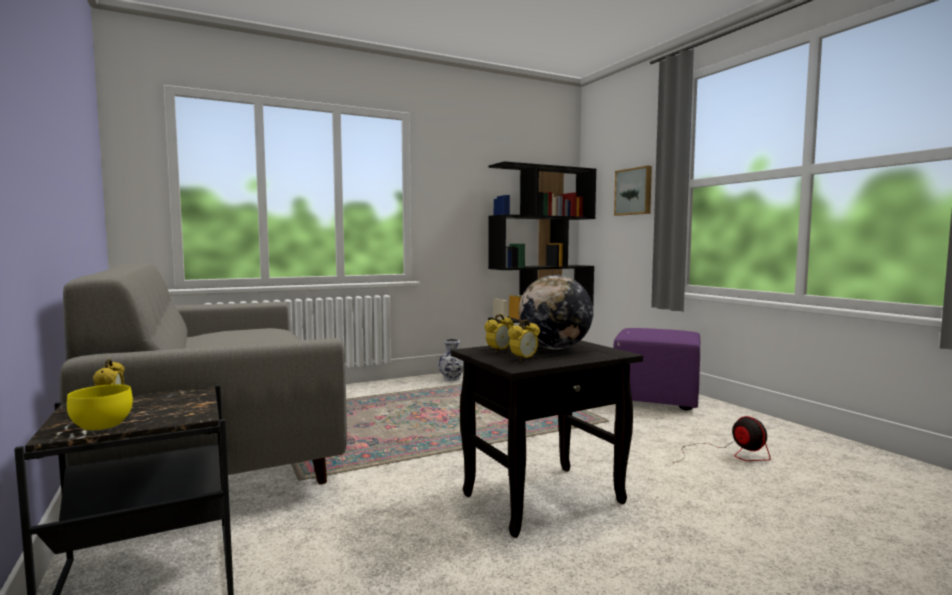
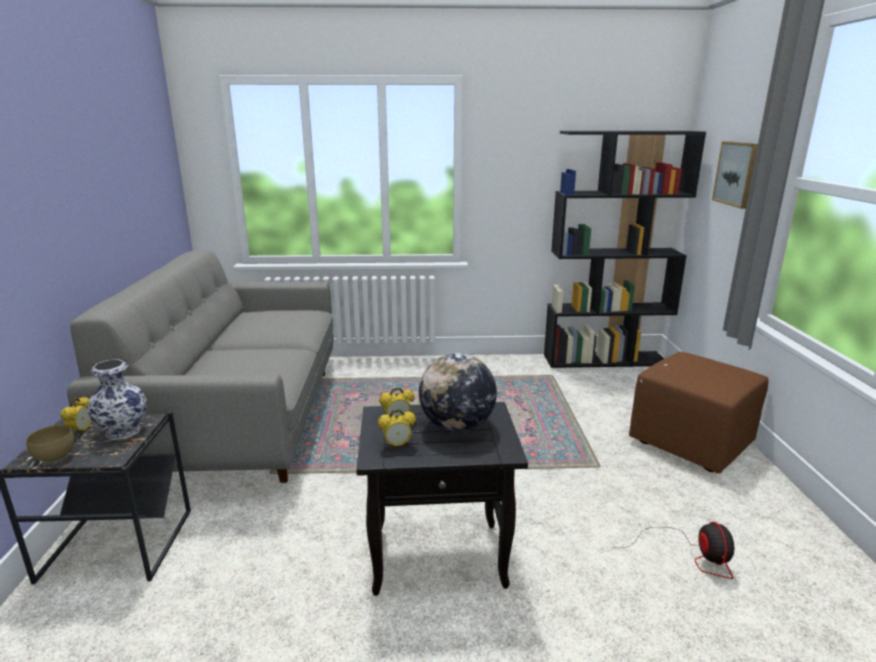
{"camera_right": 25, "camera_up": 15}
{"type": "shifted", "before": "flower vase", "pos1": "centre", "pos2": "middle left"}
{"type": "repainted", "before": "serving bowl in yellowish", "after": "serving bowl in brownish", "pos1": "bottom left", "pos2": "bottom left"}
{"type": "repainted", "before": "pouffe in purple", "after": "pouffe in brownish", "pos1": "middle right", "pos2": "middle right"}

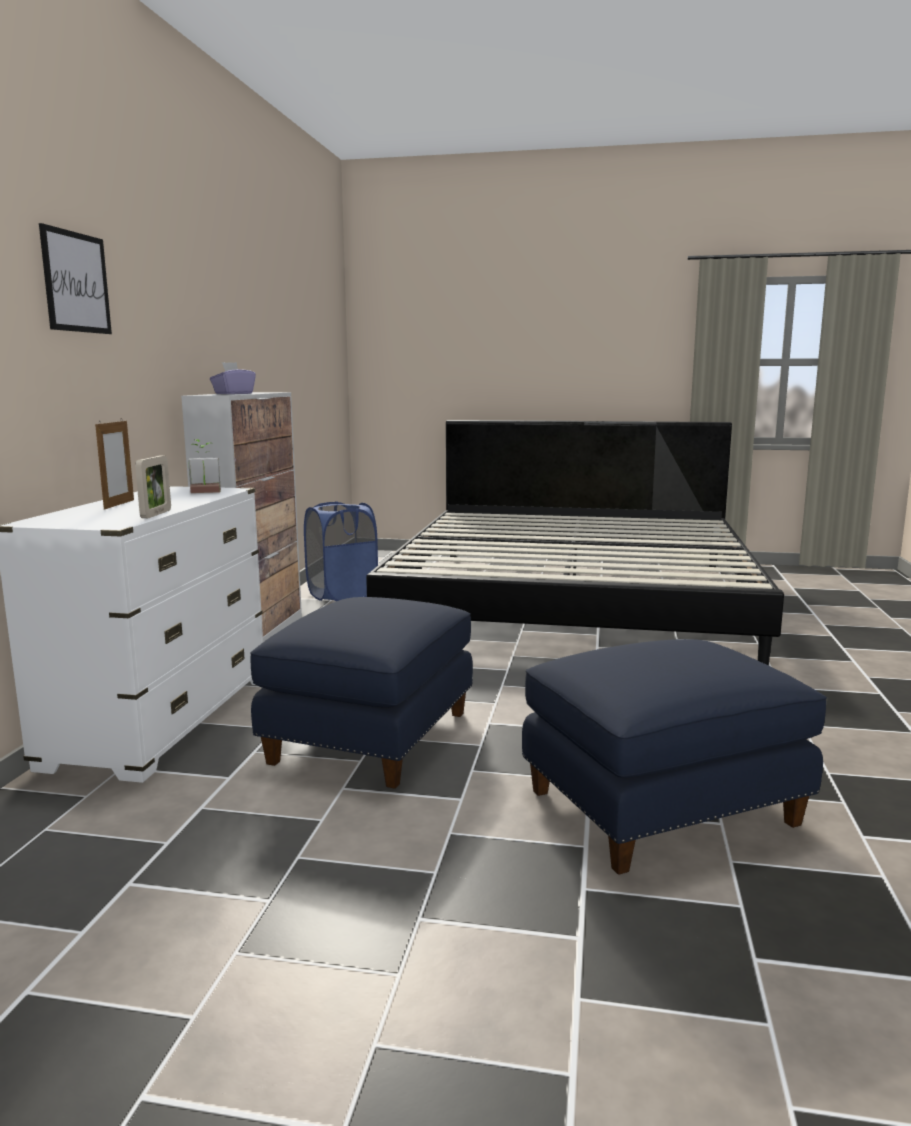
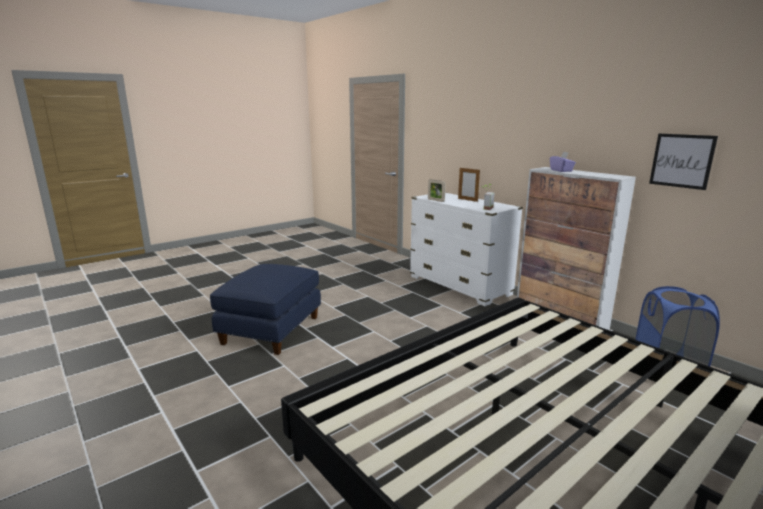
{"camera_right": 130, "camera_up": 5}
{"type": "gone", "before": "pouffe in bluish (no. 1 from left)", "pos1": "centre"}
{"type": "shifted", "before": "wall art", "pos1": "top left", "pos2": "top right"}

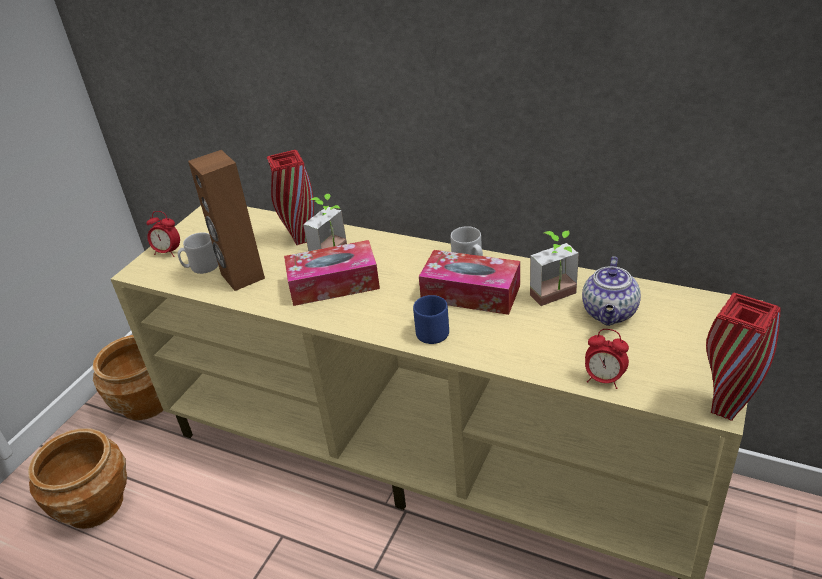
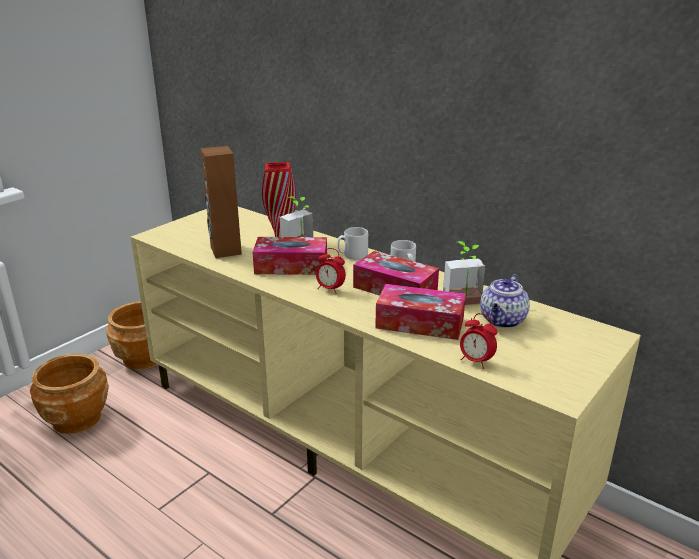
{"camera_right": 10, "camera_up": -10}
{"type": "gone", "before": "tea mug in bluish", "pos1": "centre"}
{"type": "gone", "before": "flower vase in red-coloured (no. 2 from left)", "pos1": "middle right"}
{"type": "new", "after": "box of tissues (no. 3 from left)", "pos2": "centre"}
{"type": "shifted", "before": "table clock (no. 1 from left)", "pos1": "middle left", "pos2": "centre"}
{"type": "shifted", "before": "tea mug in greyish (no. 1 from left)", "pos1": "middle left", "pos2": "centre"}

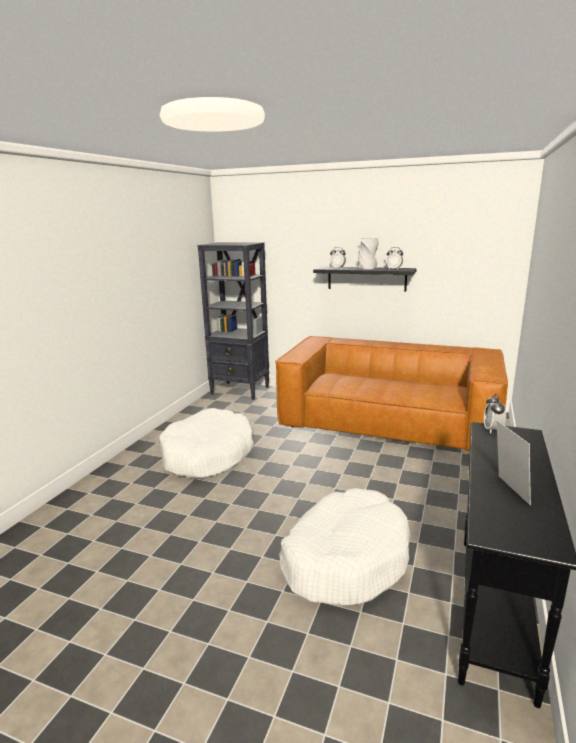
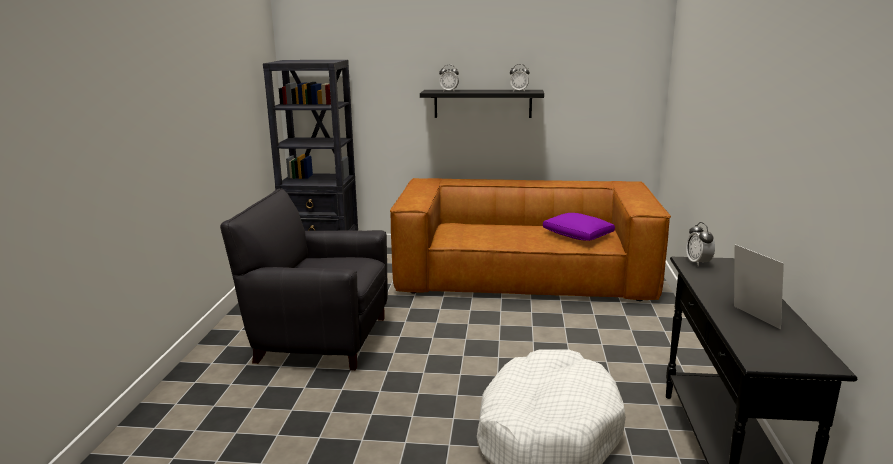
{"camera_right": -15, "camera_up": 0}
{"type": "gone", "before": "flower vase in greyish", "pos1": "centre"}
{"type": "new", "after": "throw pillow in purple", "pos2": "centre"}
{"type": "swapped", "before": "pet bed in whitish (no. 1 from left)", "after": "armchair in black", "pos1": "centre", "pos2": "centre"}

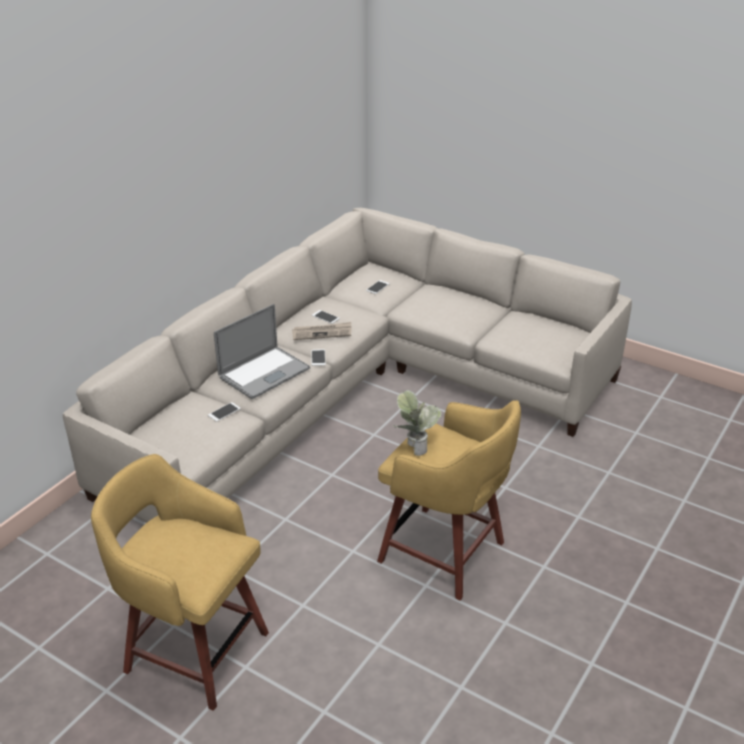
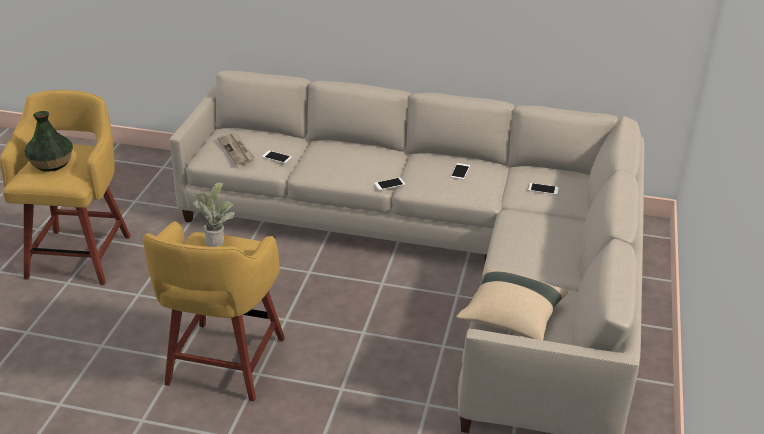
{"camera_right": 70, "camera_up": 0}
{"type": "gone", "before": "notebook computer", "pos1": "centre"}
{"type": "new", "after": "flower vase", "pos2": "top left"}
{"type": "new", "after": "throw pillow in sand-coloured", "pos2": "bottom right"}
{"type": "shifted", "before": "daily paper", "pos1": "centre", "pos2": "middle left"}

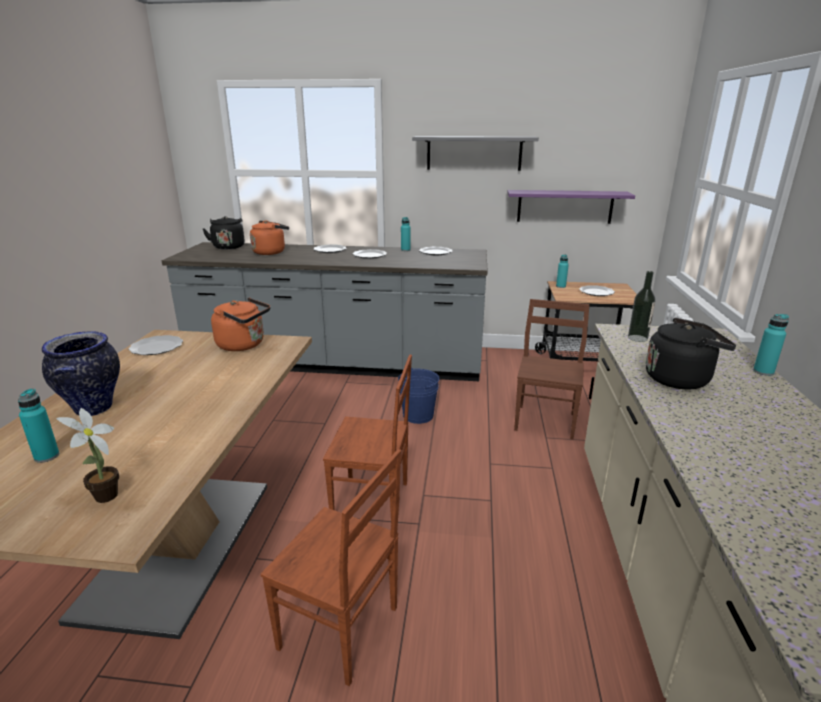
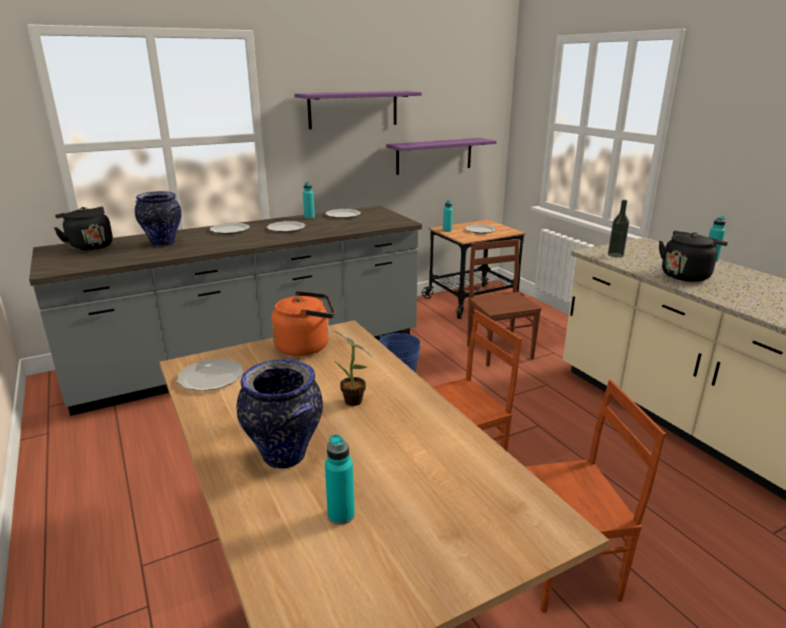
{"camera_right": -35, "camera_up": 0}
{"type": "shifted", "before": "plant in a pot", "pos1": "middle left", "pos2": "centre"}
{"type": "swapped", "before": "water kettle in orange (no. 2 from left)", "after": "flower vase (no. 1 from left)", "pos1": "middle left", "pos2": "middle left"}
{"type": "repainted", "before": "wall shelf in greyish", "after": "wall shelf in purple (no. 1 from left)", "pos1": "top centre", "pos2": "top centre"}

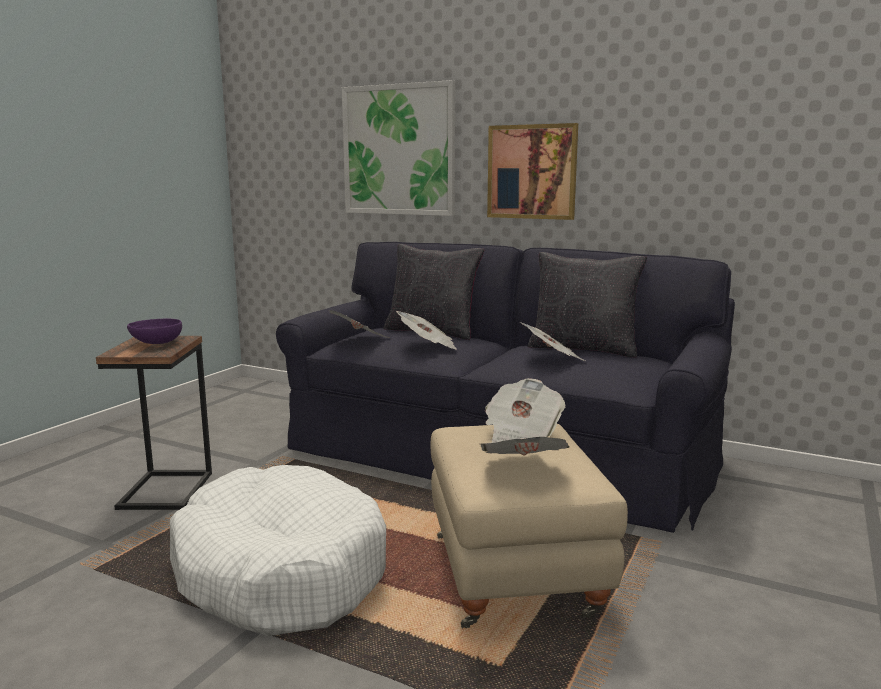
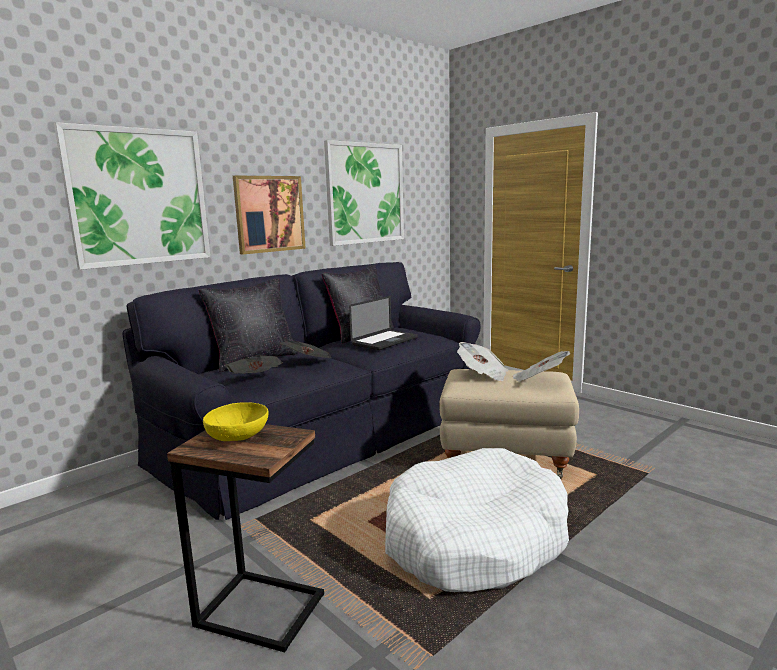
{"camera_right": -70, "camera_up": 0}
{"type": "new", "after": "wall art (no. 3 from left)", "pos2": "top centre"}
{"type": "swapped", "before": "daily paper (no. 5 from left)", "after": "notebook computer", "pos1": "centre", "pos2": "centre"}
{"type": "repainted", "before": "serving bowl in purple", "after": "serving bowl in yellowish", "pos1": "middle left", "pos2": "middle left"}

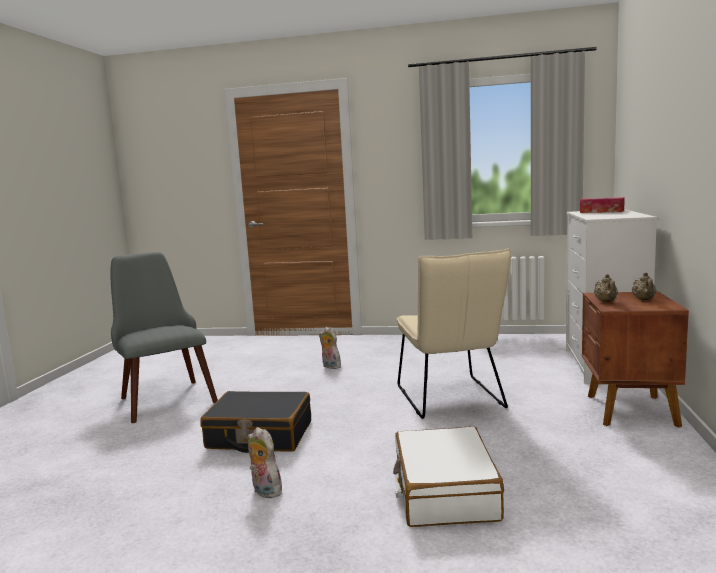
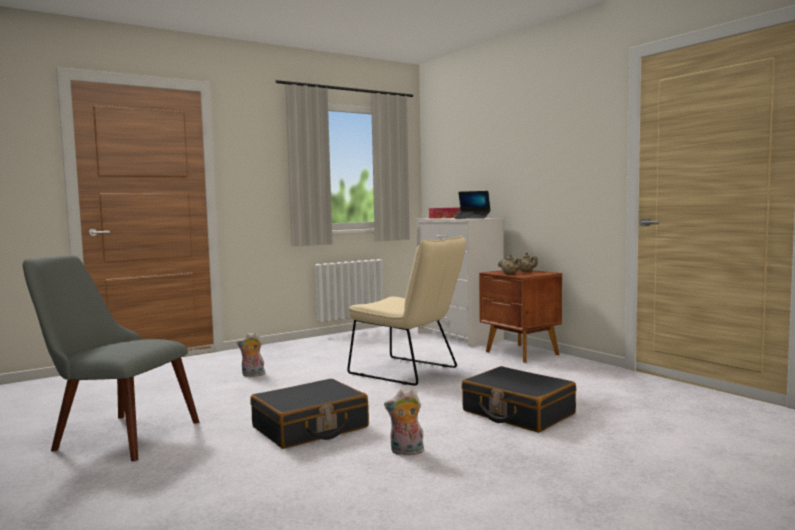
{"camera_right": -45, "camera_up": -5}
{"type": "new", "after": "notebook computer", "pos2": "centre"}
{"type": "repainted", "before": "suitcase in whitish", "after": "suitcase in black (no. 2 from left)", "pos1": "bottom centre", "pos2": "bottom centre"}

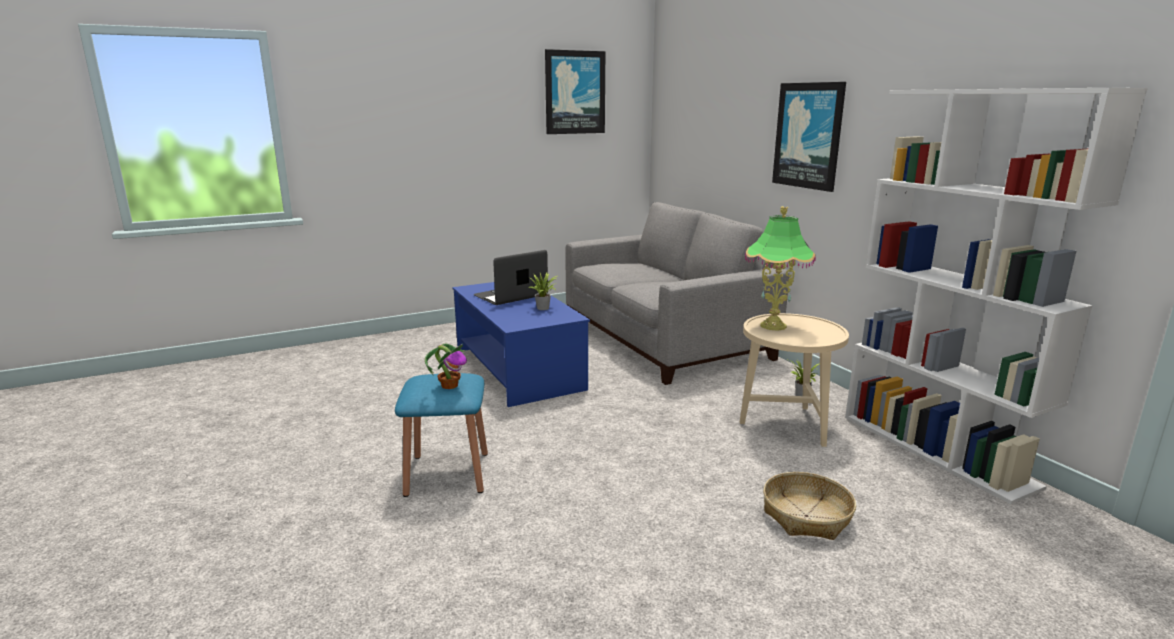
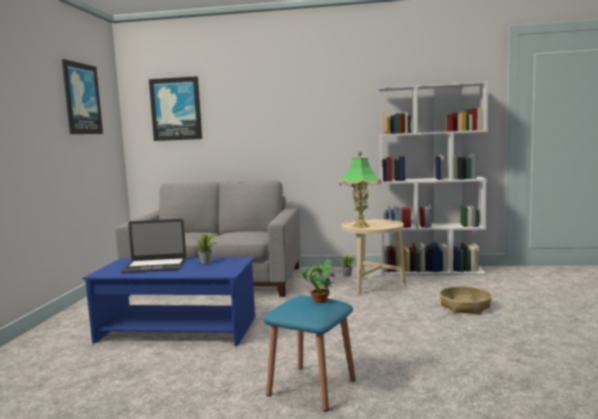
{"camera_right": -55, "camera_up": -10}
{"type": "shifted", "before": "wall art (no. 2 from left)", "pos1": "top right", "pos2": "top left"}
{"type": "rotated", "before": "notebook computer", "pos1": "centre", "pos2": "middle left", "turn": -90}

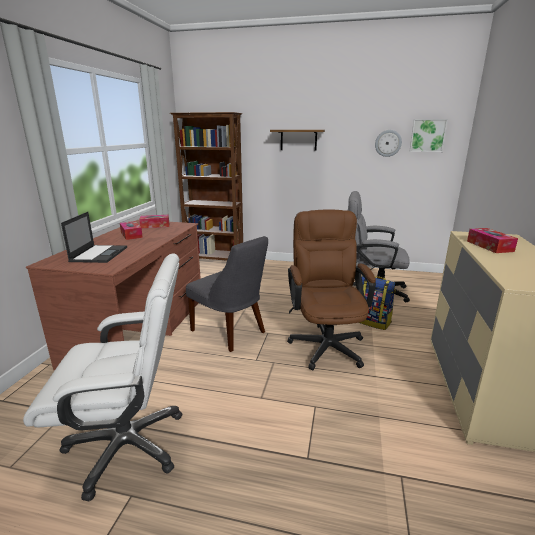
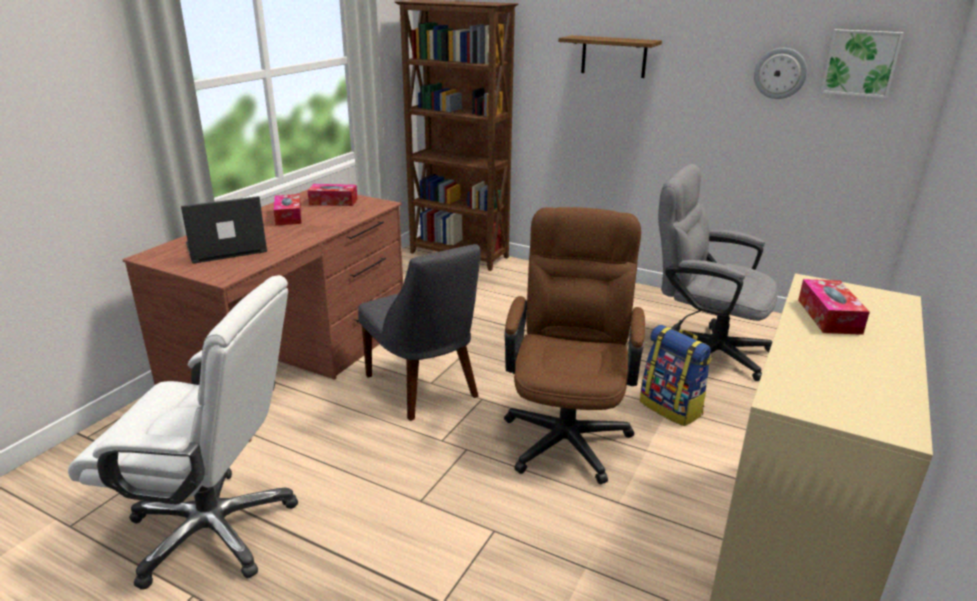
{"camera_right": 15, "camera_up": 5}
{"type": "rotated", "before": "notebook computer", "pos1": "middle left", "pos2": "middle left", "turn": -135}

